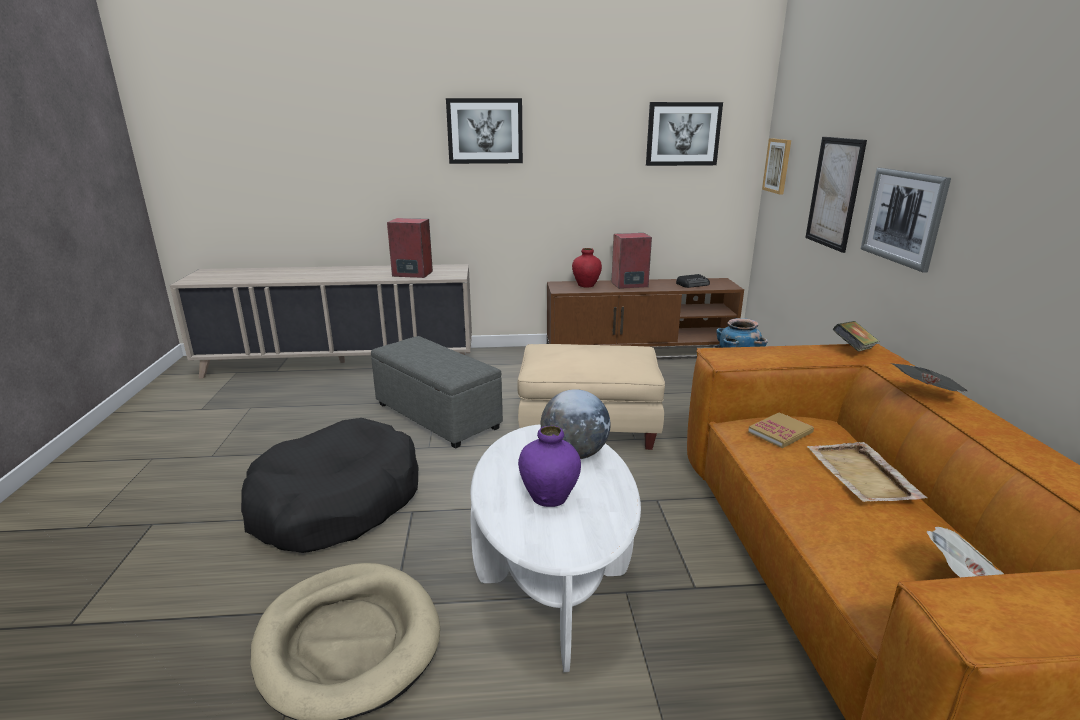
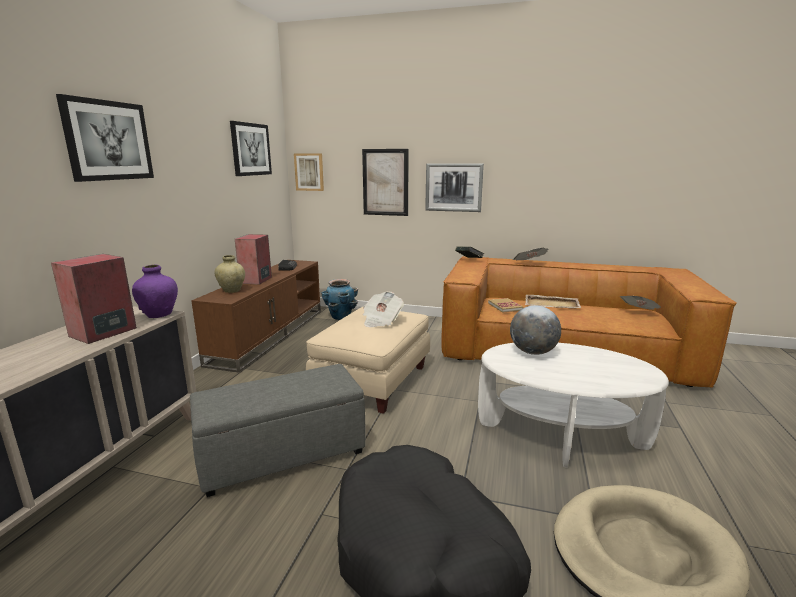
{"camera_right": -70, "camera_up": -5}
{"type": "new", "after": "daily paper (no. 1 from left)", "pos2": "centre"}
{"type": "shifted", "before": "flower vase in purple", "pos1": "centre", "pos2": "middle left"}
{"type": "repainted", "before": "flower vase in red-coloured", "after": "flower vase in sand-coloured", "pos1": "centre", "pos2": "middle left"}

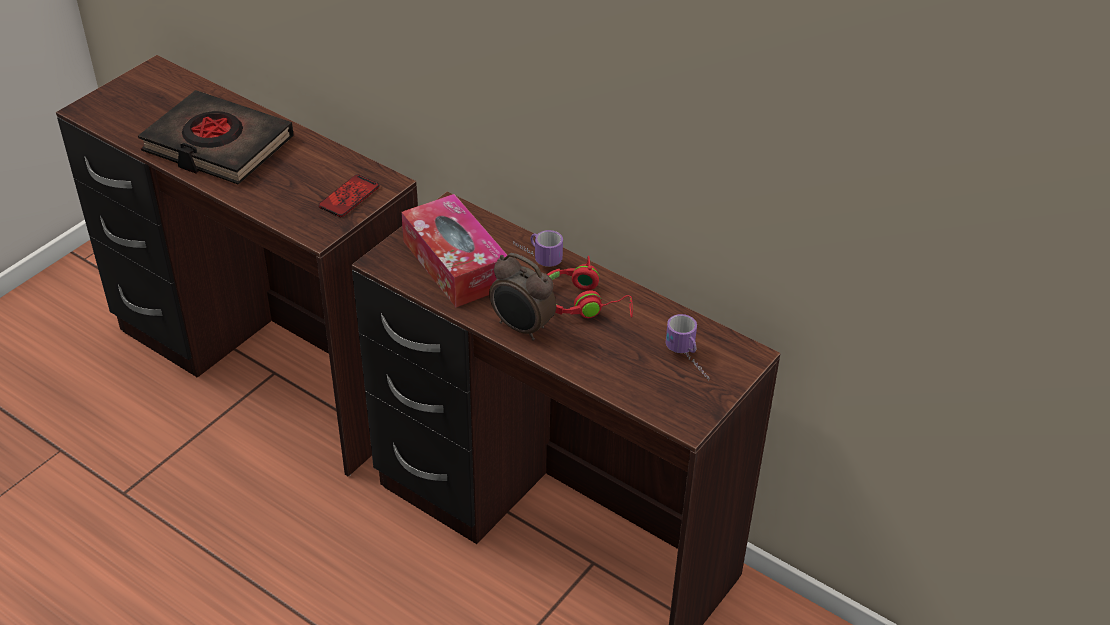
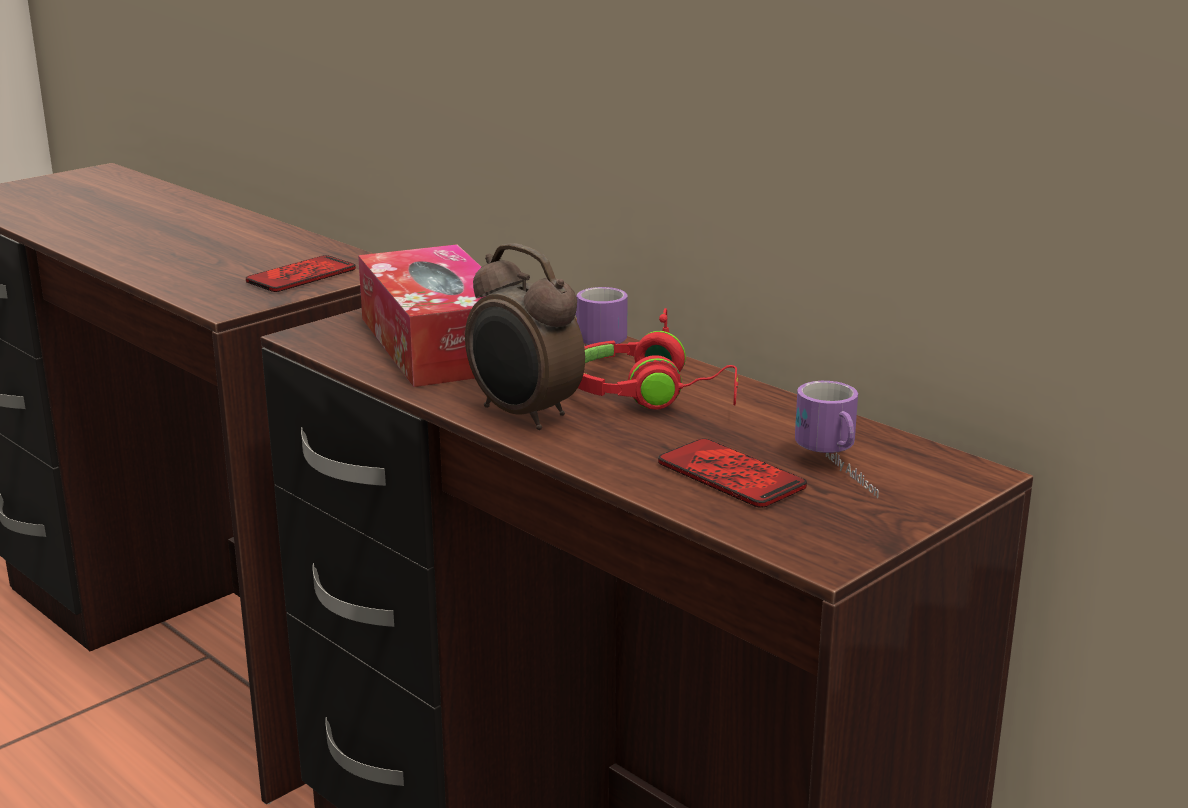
{"camera_right": 10, "camera_up": -20}
{"type": "gone", "before": "volume in black", "pos1": "top left"}
{"type": "new", "after": "handset (no. 2 from left)", "pos2": "centre"}

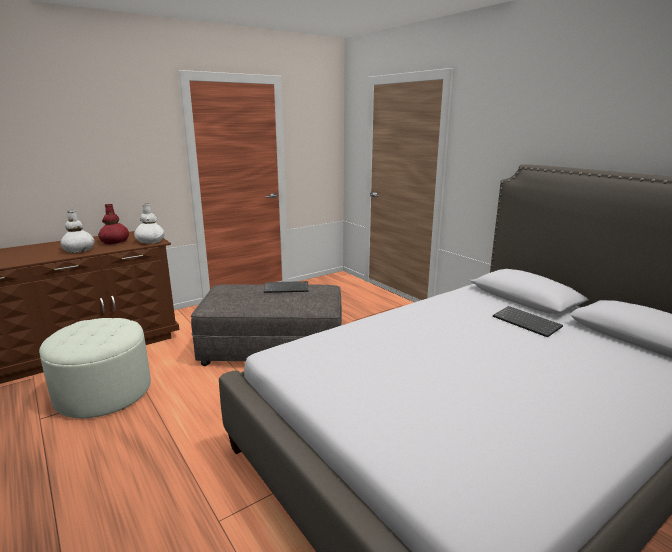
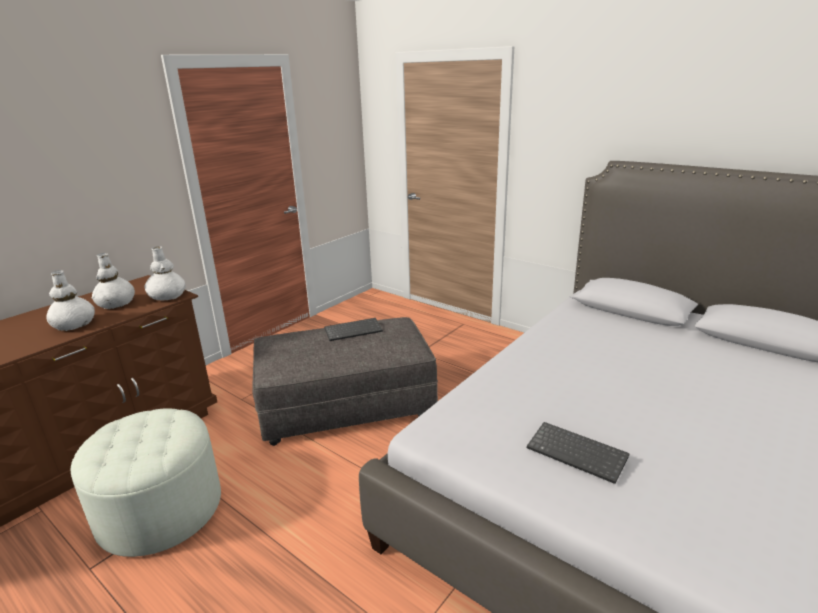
{"camera_right": -15, "camera_up": 5}
{"type": "shifted", "before": "computer keyboard (no. 2 from left)", "pos1": "middle right", "pos2": "bottom right"}
{"type": "repainted", "before": "flower vase in red-coloured", "after": "flower vase in whitish (no. 2 from left)", "pos1": "middle left", "pos2": "middle left"}

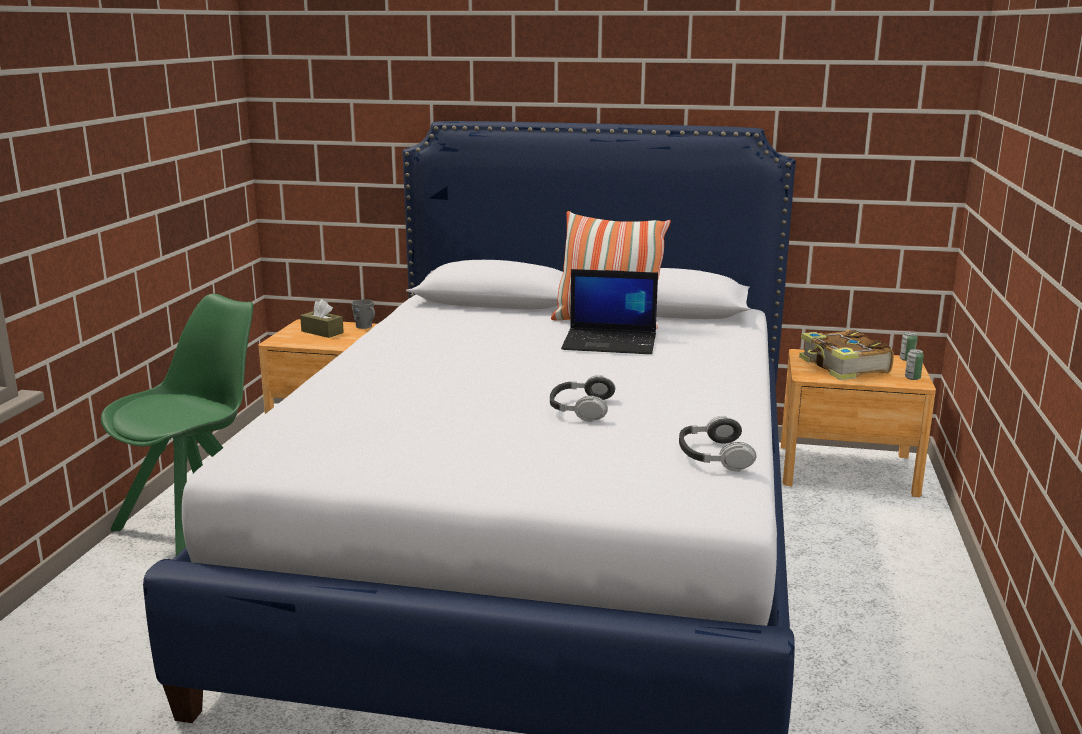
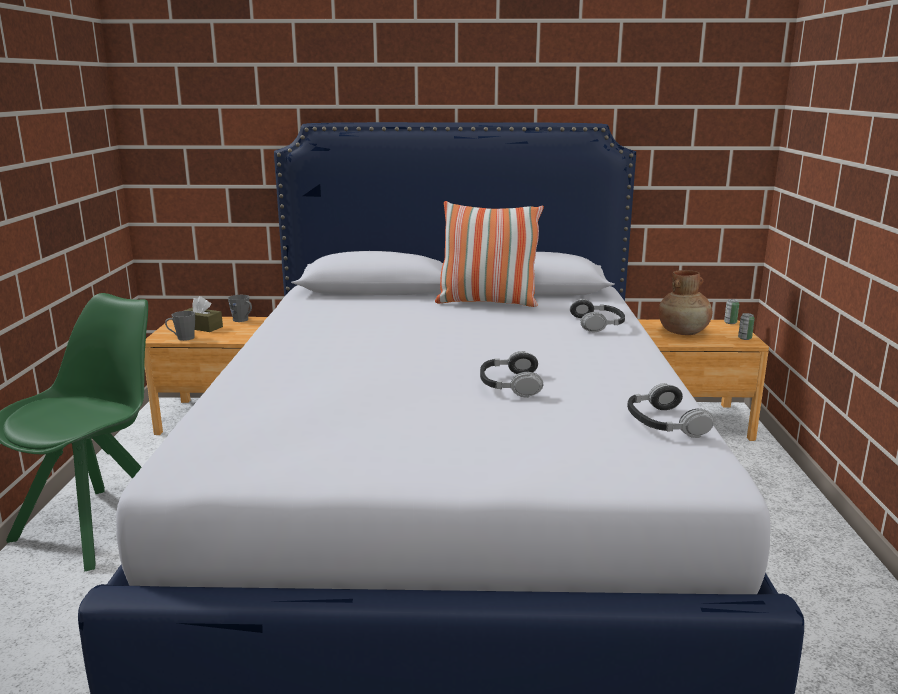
{"camera_right": -10, "camera_up": 0}
{"type": "gone", "before": "notebook computer", "pos1": "centre"}
{"type": "new", "after": "tea mug in greyish (no. 1 from left)", "pos2": "middle left"}
{"type": "new", "after": "pair of headphones (no. 2 from left)", "pos2": "centre"}
{"type": "swapped", "before": "volume", "after": "flower vase in brownish", "pos1": "middle right", "pos2": "middle right"}

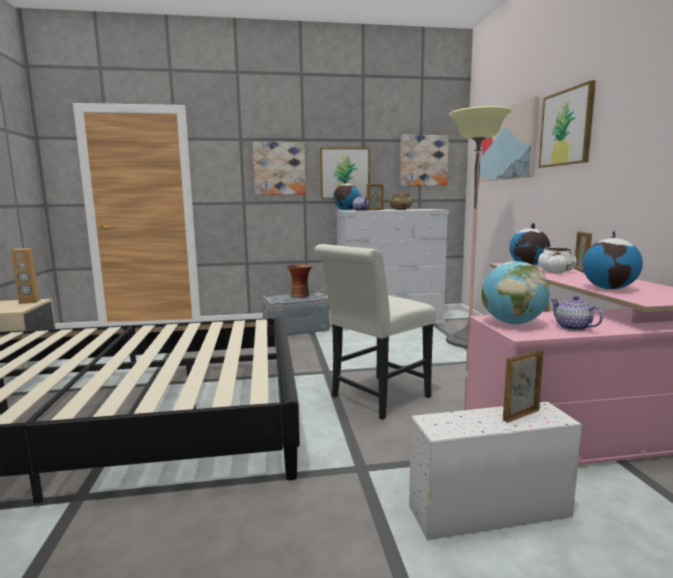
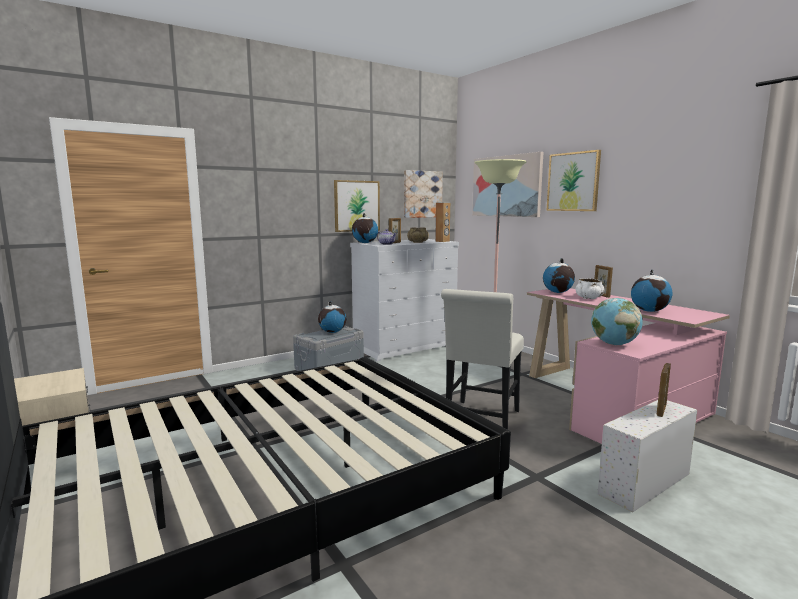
{"camera_right": -25, "camera_up": 0}
{"type": "gone", "before": "wall art (no. 1 from left)", "pos1": "top centre"}
{"type": "gone", "before": "teapot (no. 2 from left)", "pos1": "middle right"}
{"type": "shifted", "before": "audio speaker in brownish", "pos1": "middle left", "pos2": "centre"}
{"type": "swapped", "before": "flower vase", "after": "desk globe (no. 1 from left)", "pos1": "centre", "pos2": "centre"}

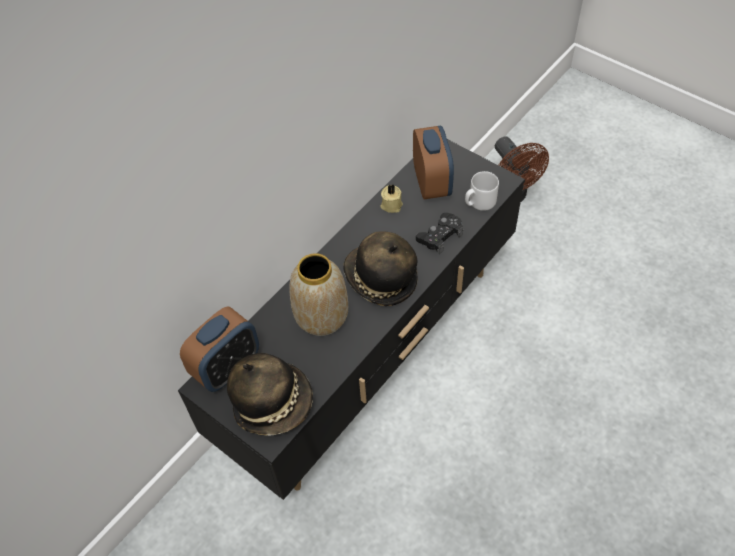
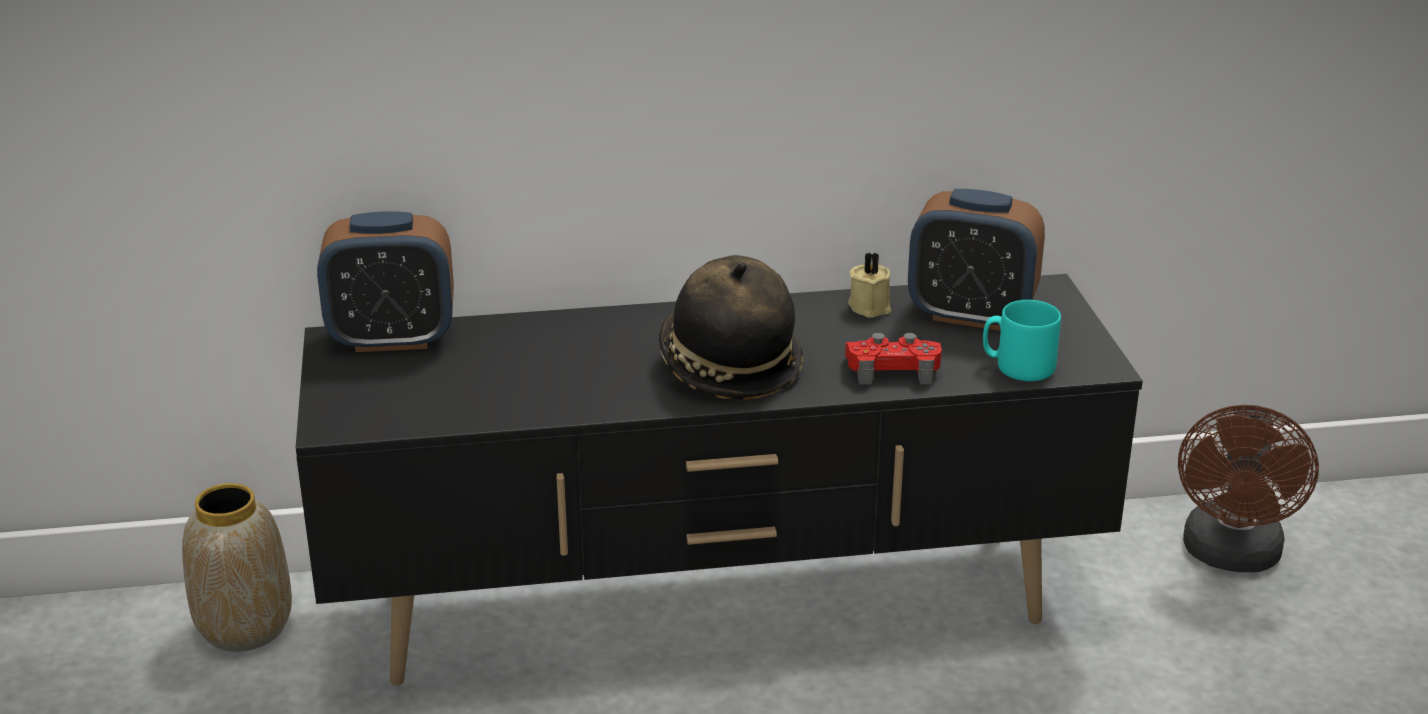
{"camera_right": 40, "camera_up": -25}
{"type": "gone", "before": "hat (no. 1 from left)", "pos1": "bottom centre"}
{"type": "shifted", "before": "flower vase", "pos1": "centre", "pos2": "bottom left"}
{"type": "repainted", "before": "joypad in black", "after": "joypad in red-coloured", "pos1": "centre", "pos2": "centre"}
{"type": "repainted", "before": "tea mug in greyish", "after": "tea mug in blue-green", "pos1": "centre", "pos2": "middle right"}
{"type": "rotated", "before": "table clock (no. 2 from left)", "pos1": "top centre", "pos2": "middle right", "turn": 75}

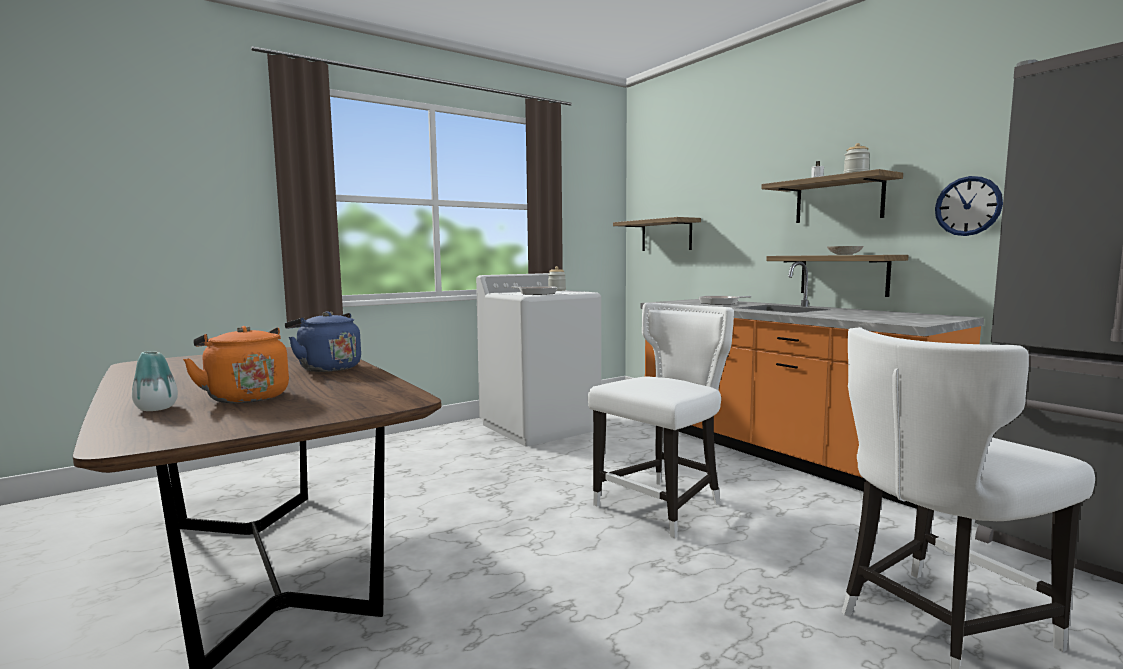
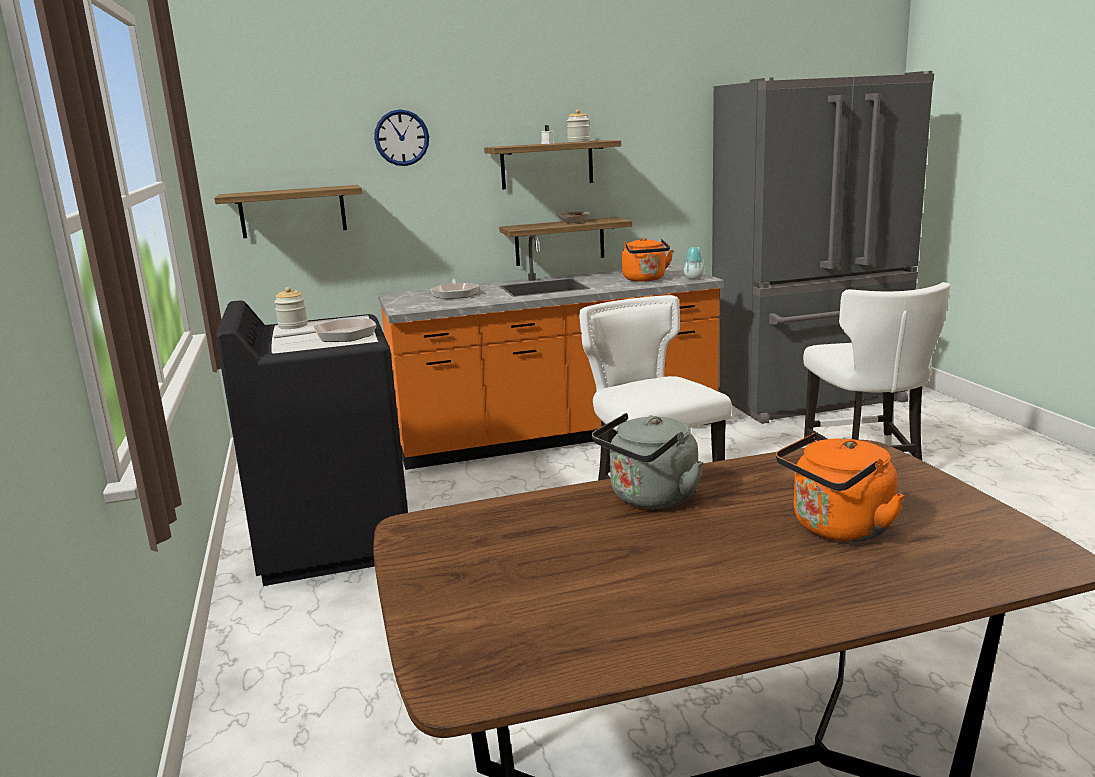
{"camera_right": -70, "camera_up": 10}
{"type": "new", "after": "water kettle in orange (no. 1 from left)", "pos2": "centre"}
{"type": "shifted", "before": "flower vase", "pos1": "middle left", "pos2": "centre"}
{"type": "shifted", "before": "clock on the wall", "pos1": "top right", "pos2": "top centre"}
{"type": "repainted", "before": "water kettle in bluish", "after": "water kettle in greyish", "pos1": "middle left", "pos2": "centre"}
{"type": "repainted", "before": "washing machine in whitish", "after": "washing machine in black", "pos1": "centre", "pos2": "middle left"}

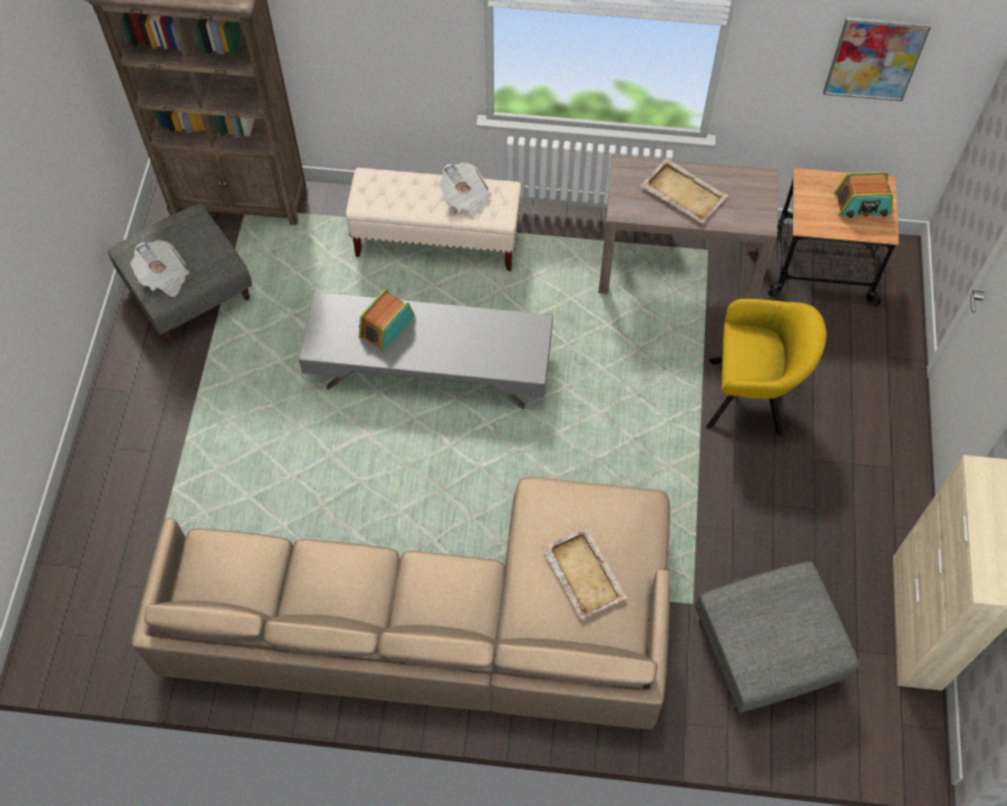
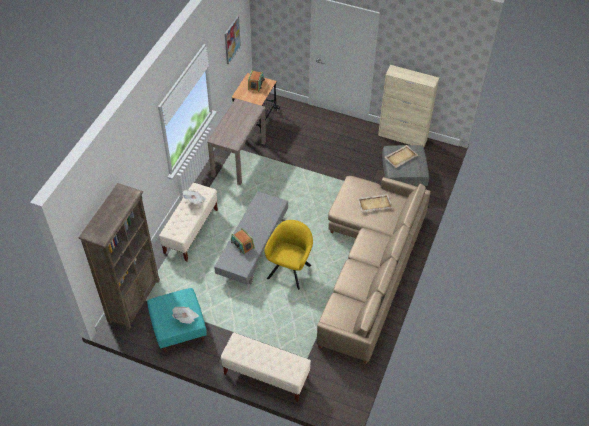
{"camera_right": -75, "camera_up": -10}
{"type": "new", "after": "indoor bench in sand-coloured (no. 2 from left)", "pos2": "bottom centre"}
{"type": "shifted", "before": "carrying tray in sand-coloured (no. 2 from left)", "pos1": "top right", "pos2": "middle right"}
{"type": "shifted", "before": "armchair in yellowish", "pos1": "middle right", "pos2": "centre"}
{"type": "repainted", "before": "pouffe in greyish (no. 1 from left)", "after": "pouffe in blue-green", "pos1": "middle left", "pos2": "bottom left"}

